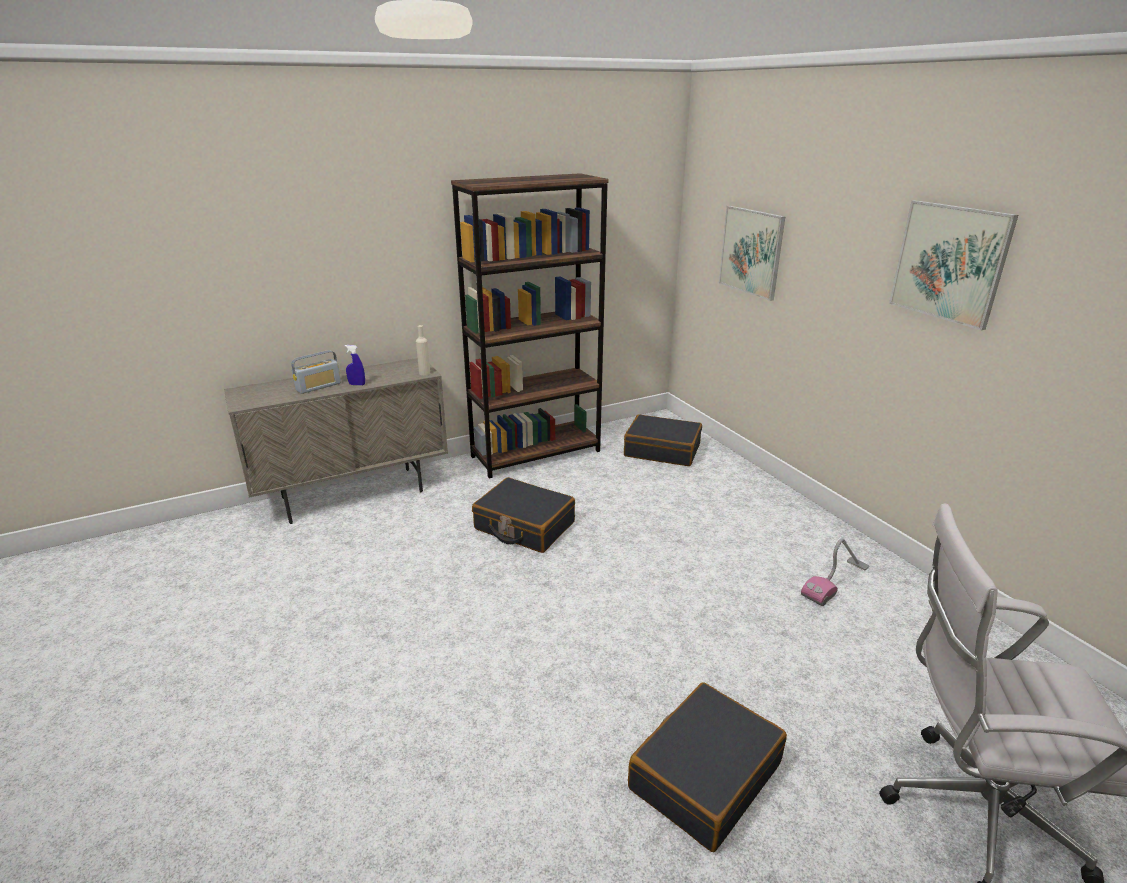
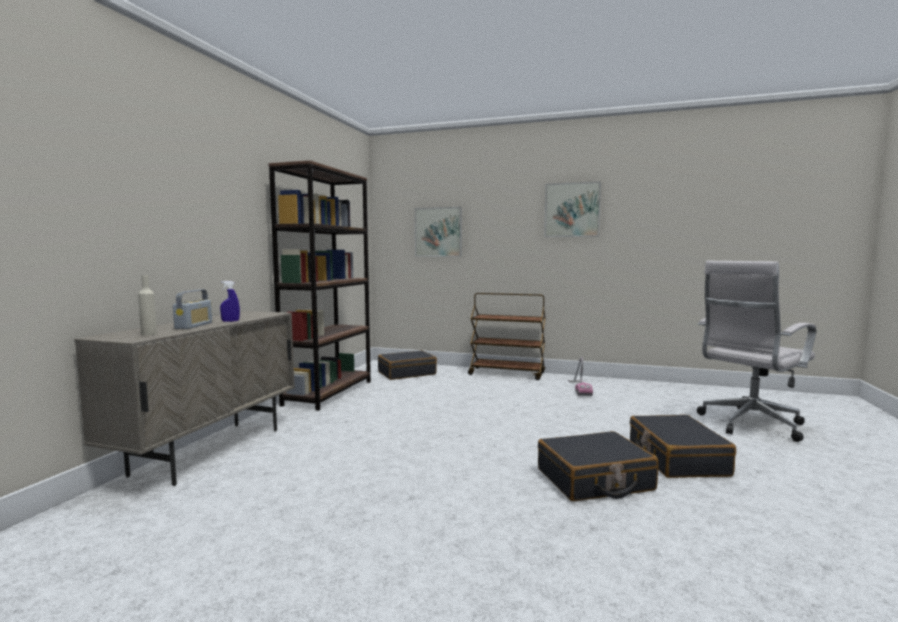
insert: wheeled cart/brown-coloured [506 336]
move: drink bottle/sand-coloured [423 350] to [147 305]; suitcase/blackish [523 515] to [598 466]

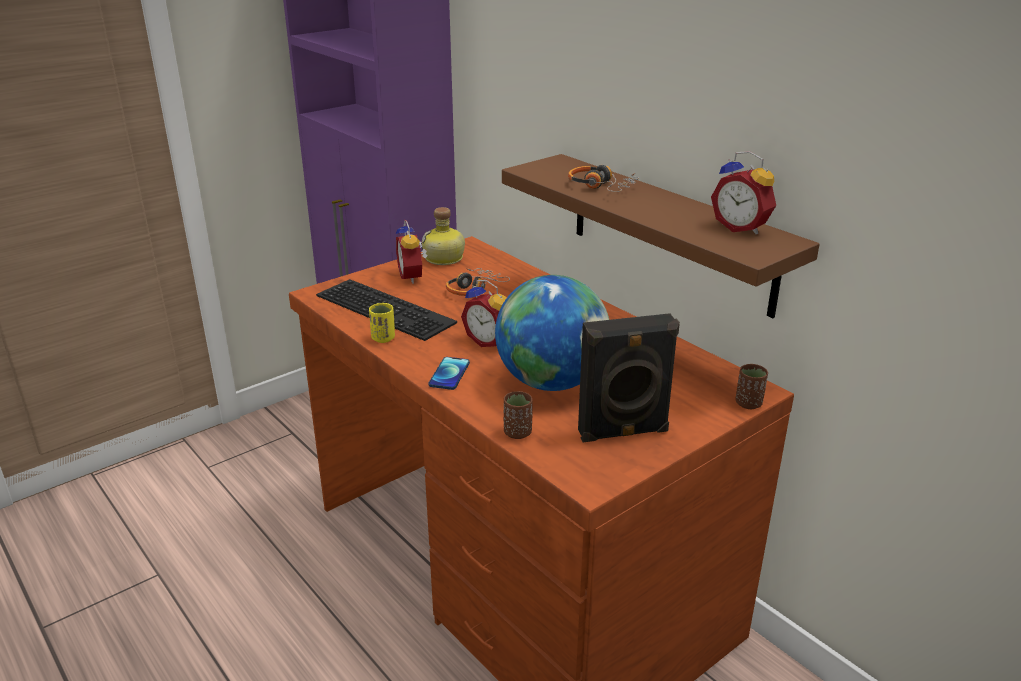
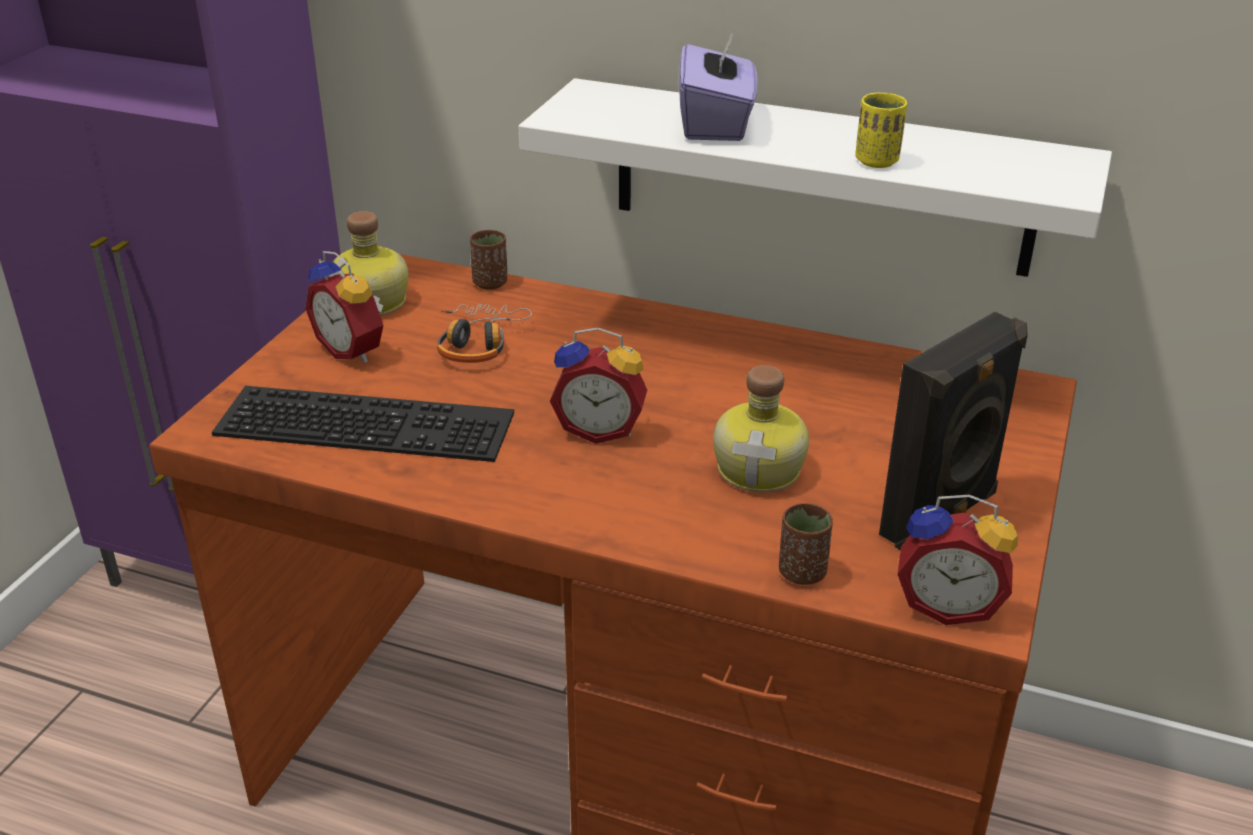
delete: phone [449 373]
move: drinking cup/yellow [382 323] to [881 130]; table clock [743 192] to [957 560]; drinking cup/brown-coloured [751 386] to [488 260]
replace: globe [552 333] to drink bottle [761 428]; headset [603 178] to box of tissues/purple-coloured [718 85]
recolor: wall shelf/brown-coloured [661 236] to wall shelf/white-coloured [815 177]

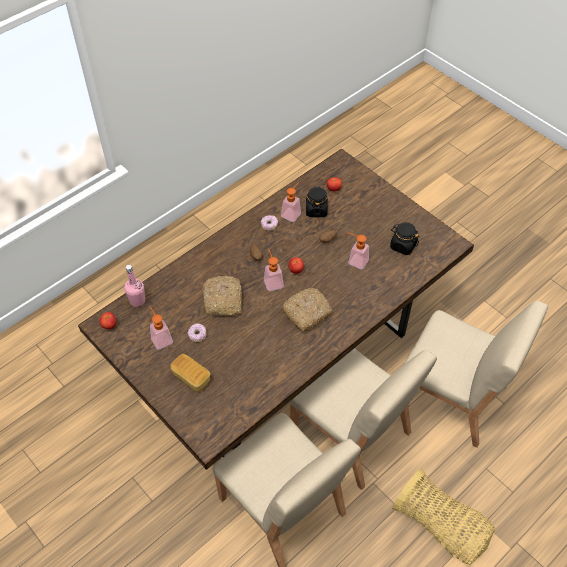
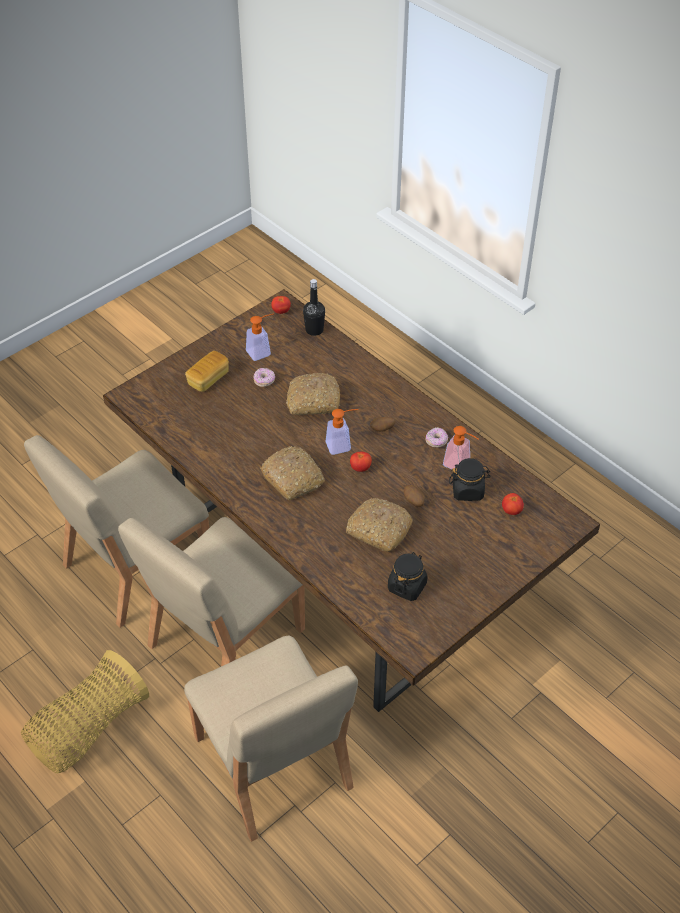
replace: liquid soap bottle [358 251] to baked bread [379 524]
recolor: drink bottle/pink-coloured [134 286] to drink bottle/blackish [314 307]
rotate: upright chair/sand-coloured [476 374] = [271 738] 60 degrees counterclockwise

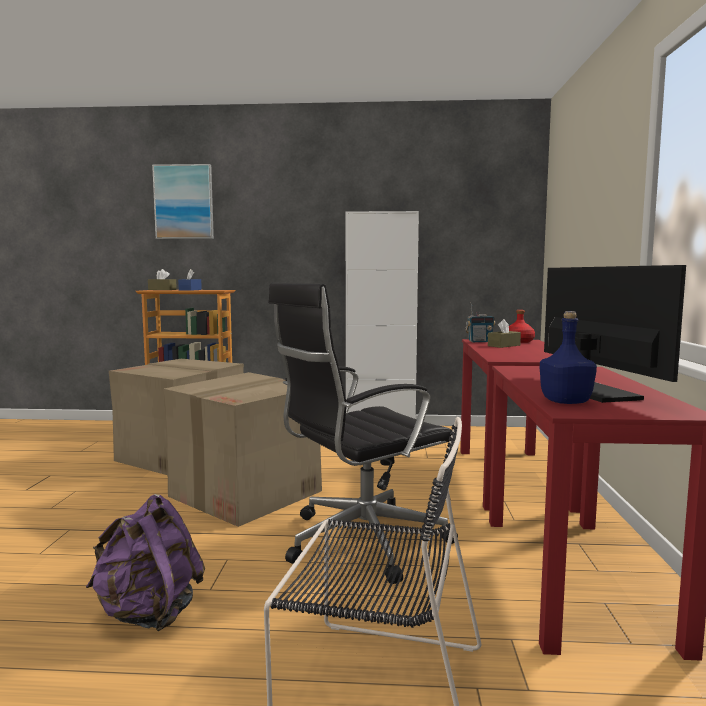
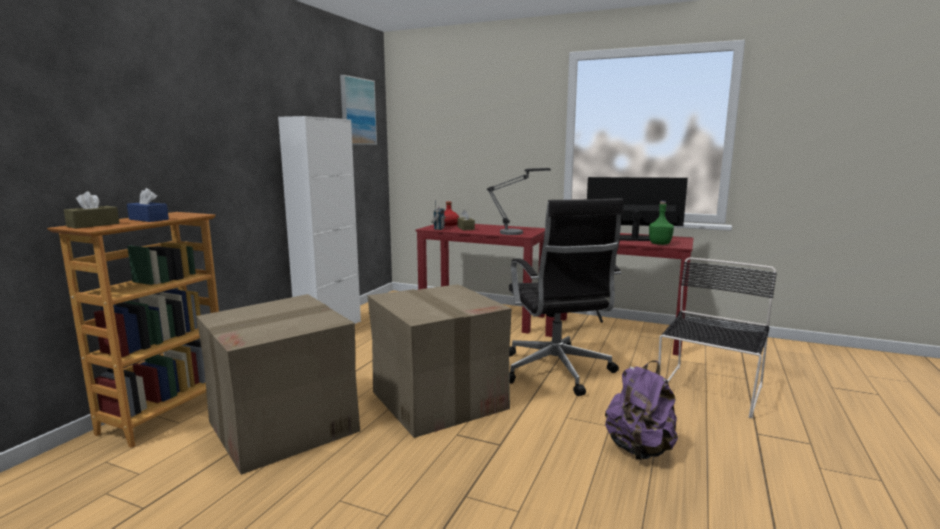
insert: table lamp [519 201]
move: wall picture [183 201] to [358 110]
recolor: drink bottle/bluish [568 357] to drink bottle/green [661 223]

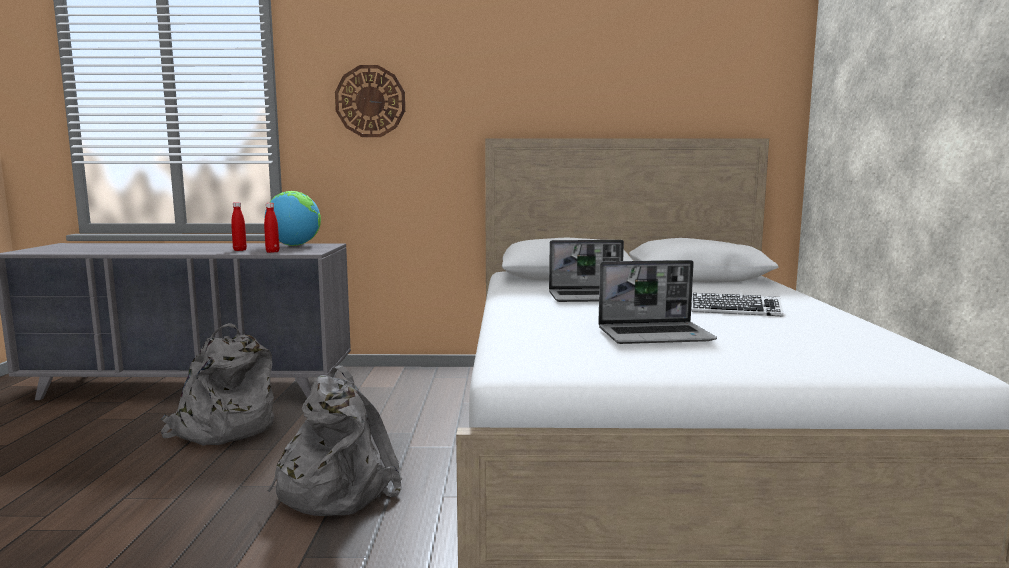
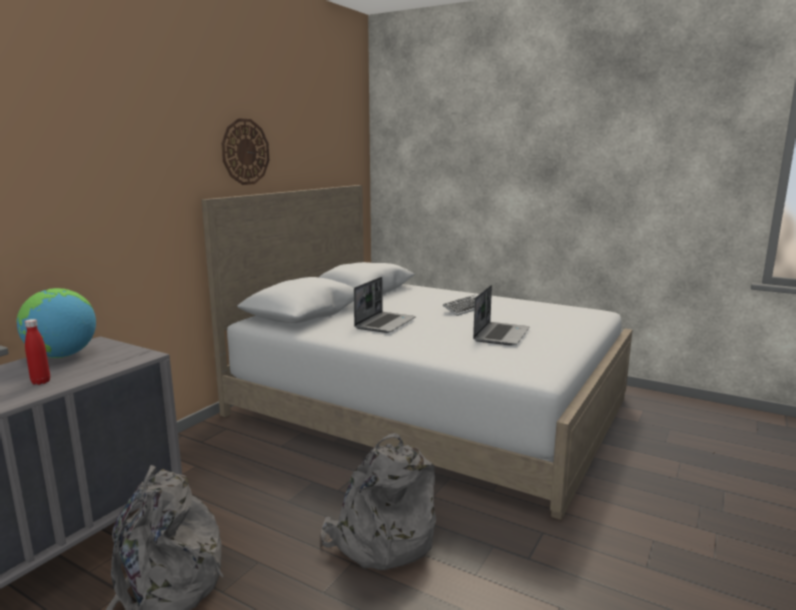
delete: drink bottle/red [271 228]
move: hanging clock [370 101] to [245 151]

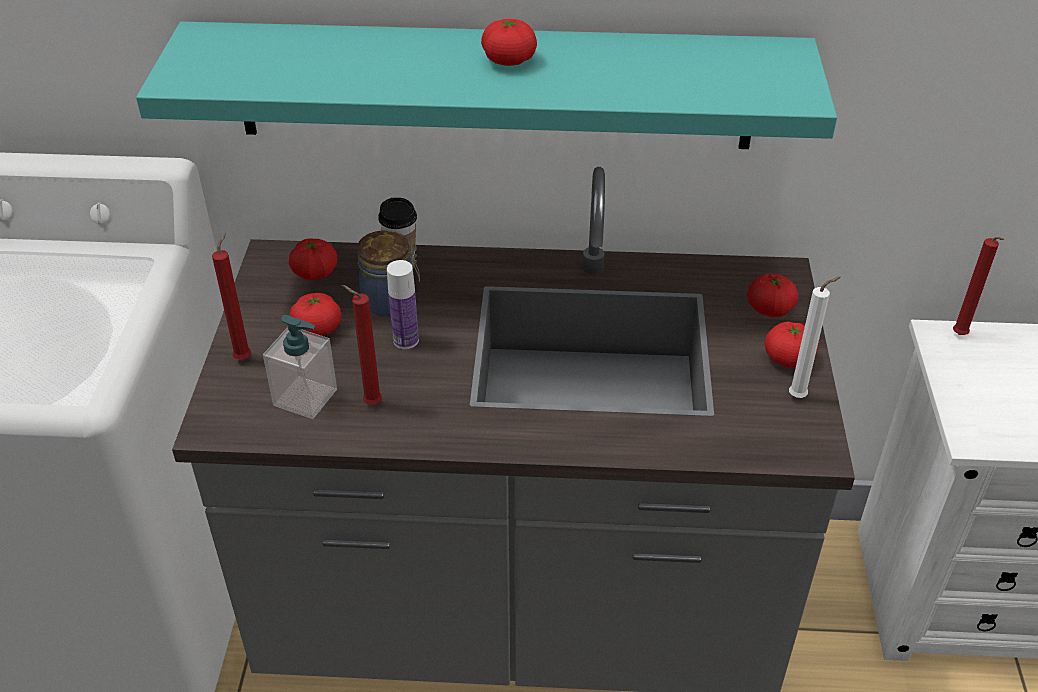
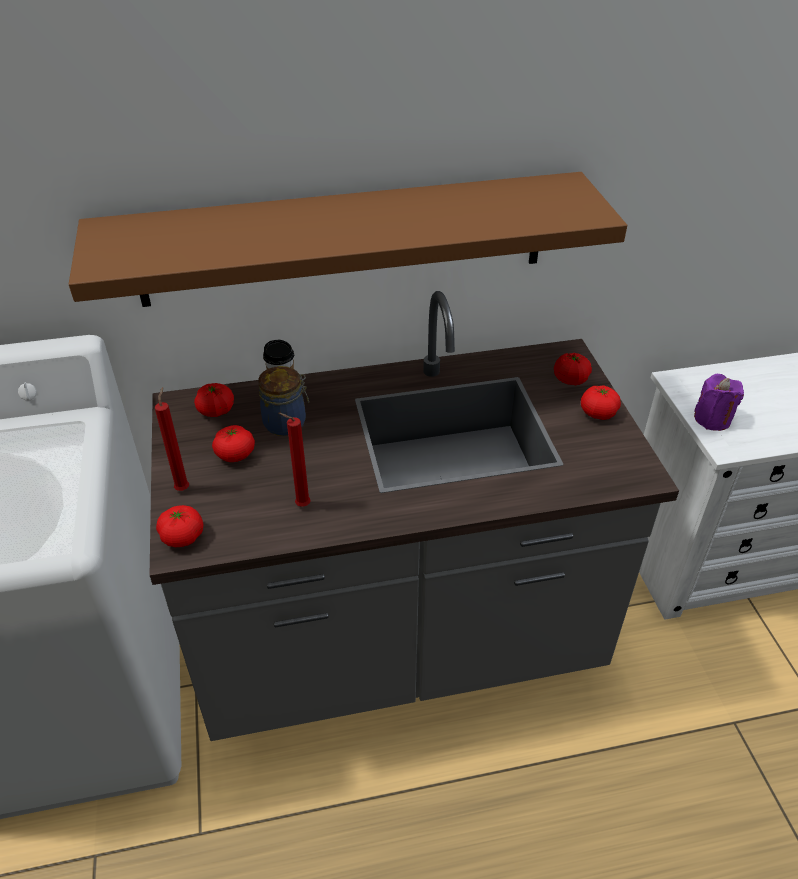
delete: liquid soap bottle [300 367]; drink bottle [403 304]; wax light/white-coloured [815 337]; wax light/red [978 286]
insert: wax light/purple-coloured [719 402]
move: whole tomato [509 42] to [180 526]
recolor: wall shelf/blue-green [486 85] to wall shelf/brown-coloured [348 239]

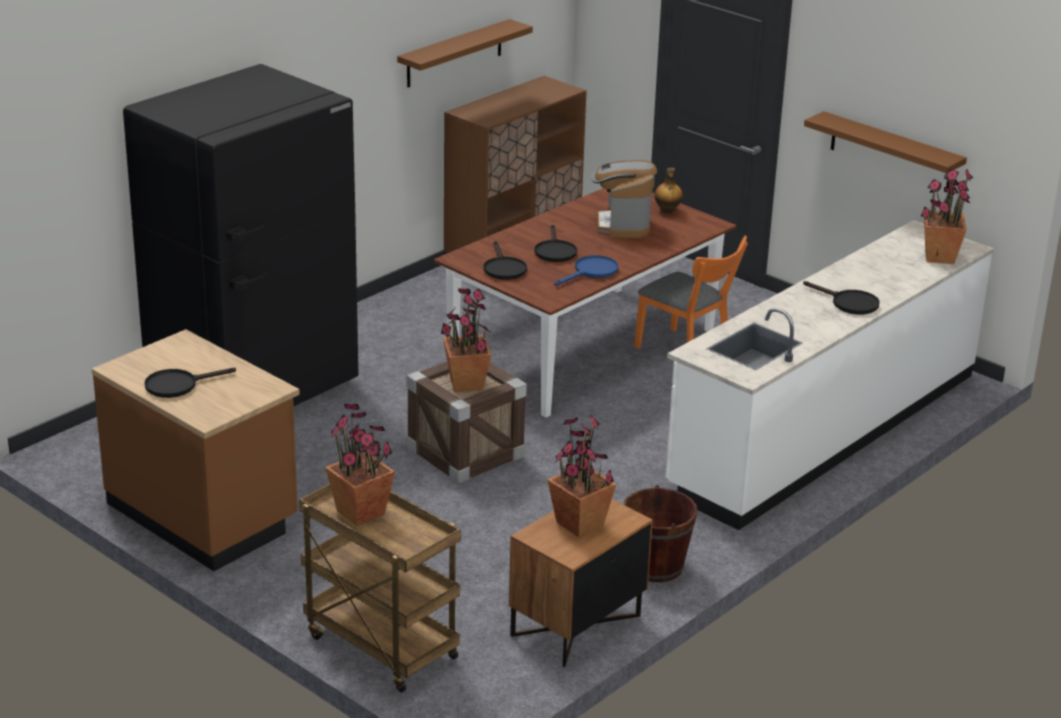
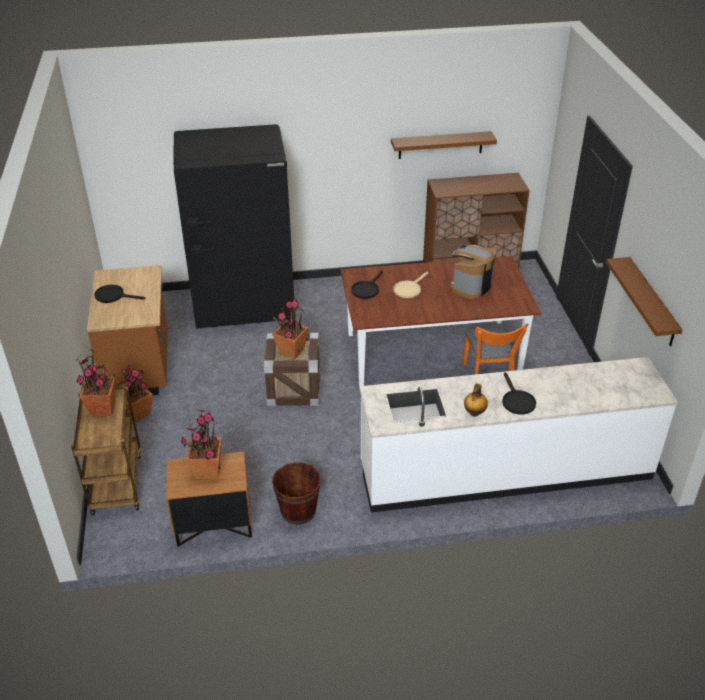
delete: pan/bluish [586 270]
move: drink bottle [668 190] to [476 400]; potted plant [947 216] to [136 394]
recolor: pan/blackish [555 243] to pan/sand-coloured [410 284]

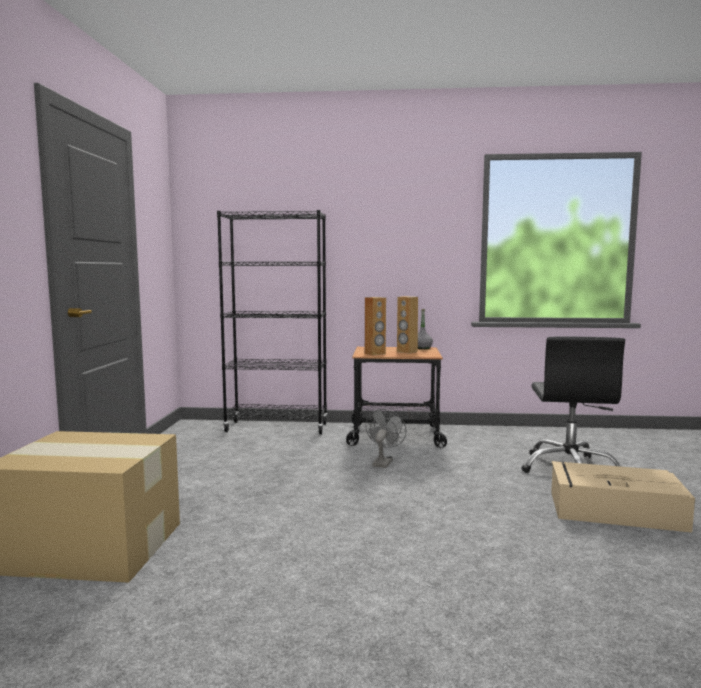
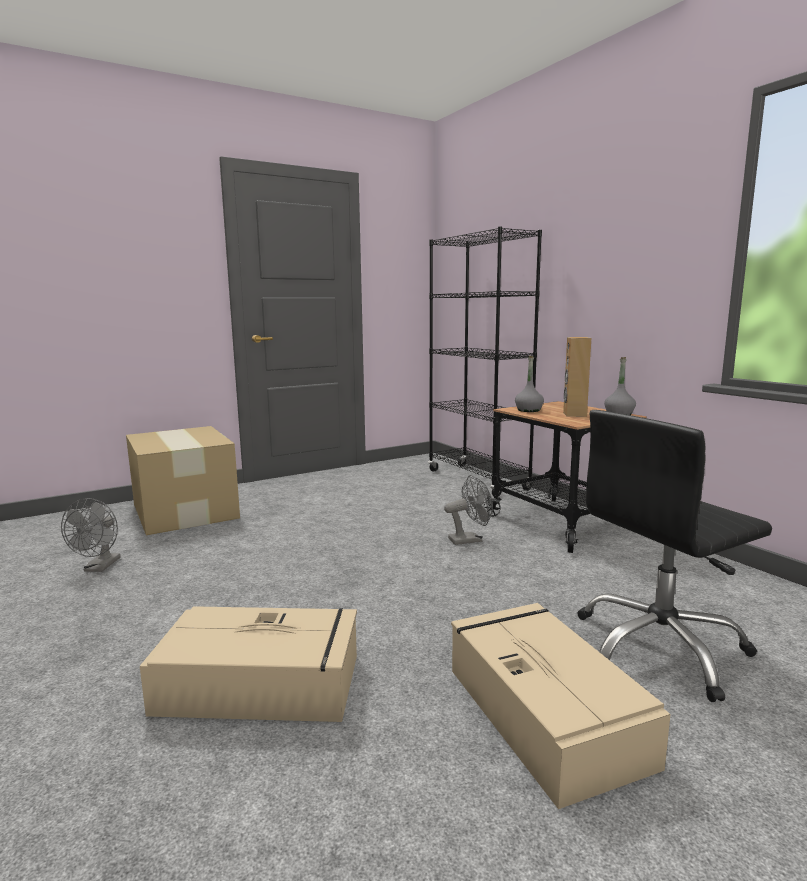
insert: fan/grey [90 535]; storage container/sand-coloured [248 664]
replace: audio speaker/brown-coloured [375 326] to drink bottle/grey [529 384]

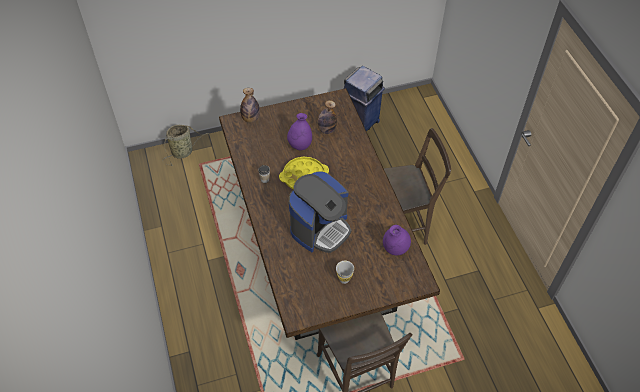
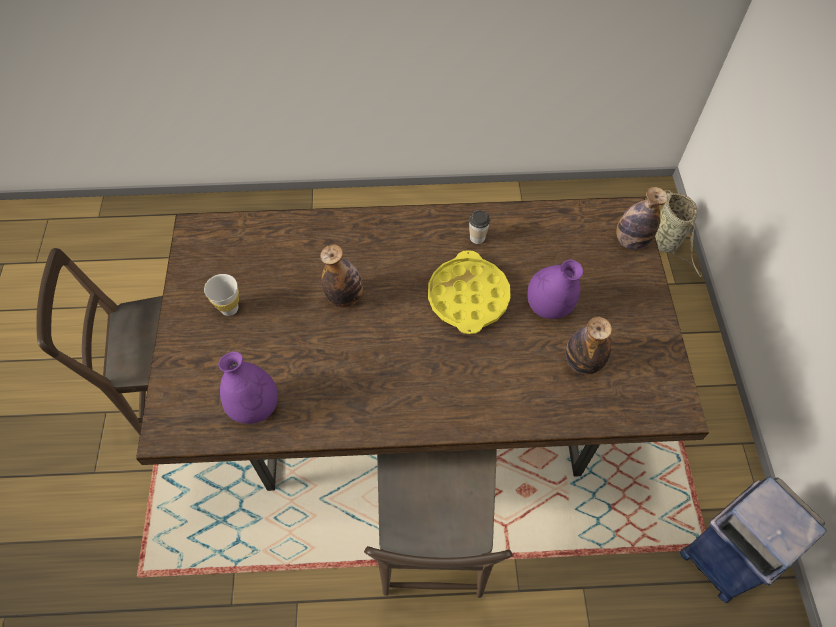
replace: coffee machine [320 212] to drink bottle [341 276]

